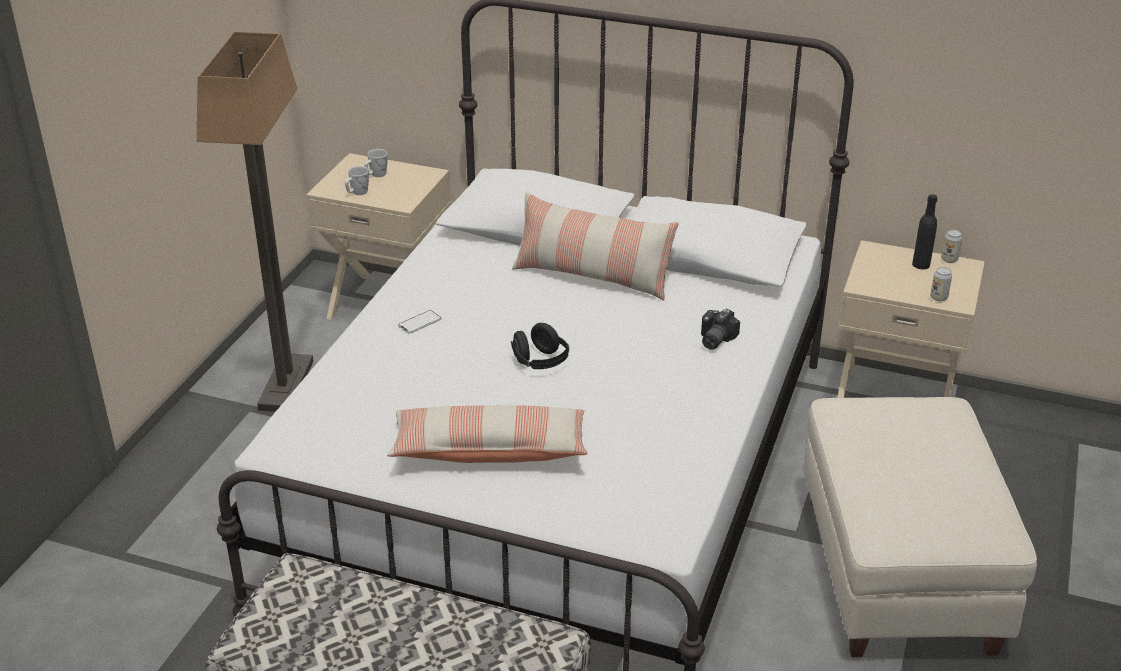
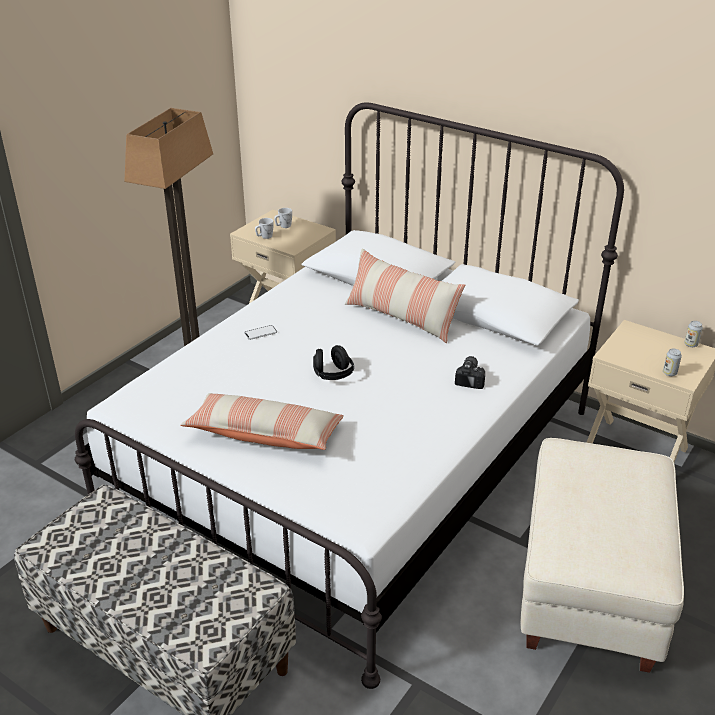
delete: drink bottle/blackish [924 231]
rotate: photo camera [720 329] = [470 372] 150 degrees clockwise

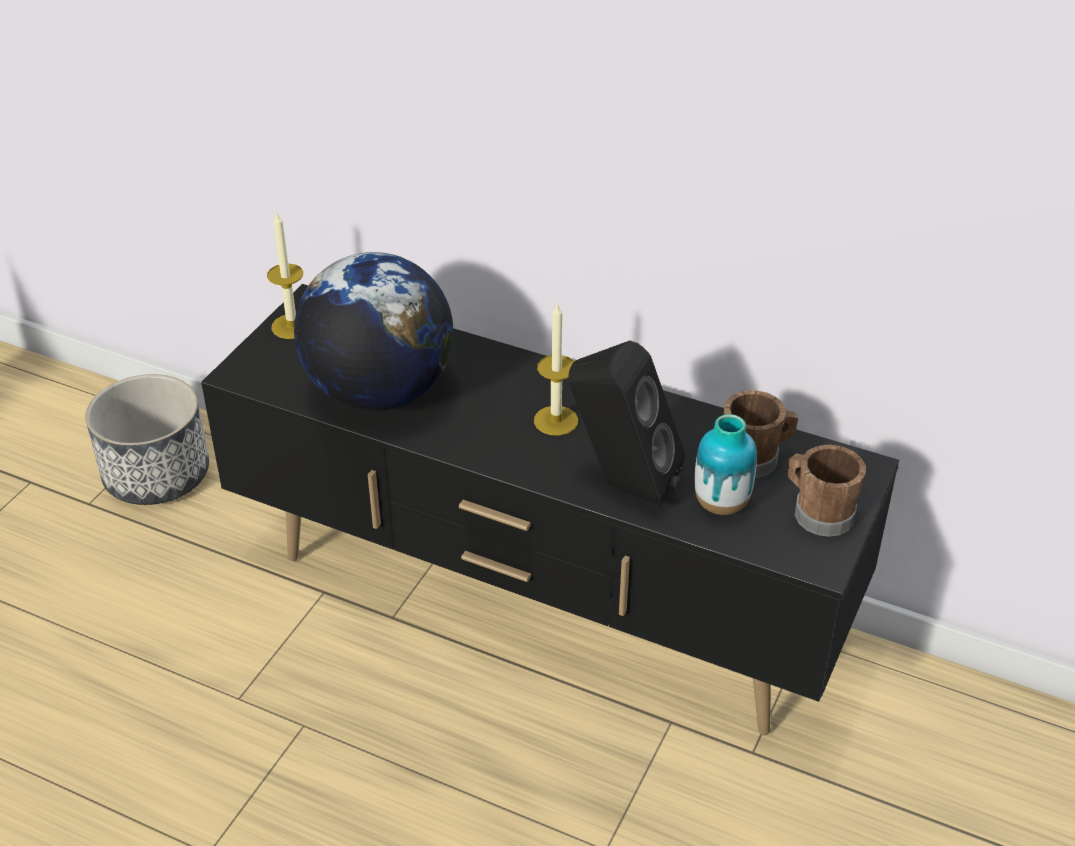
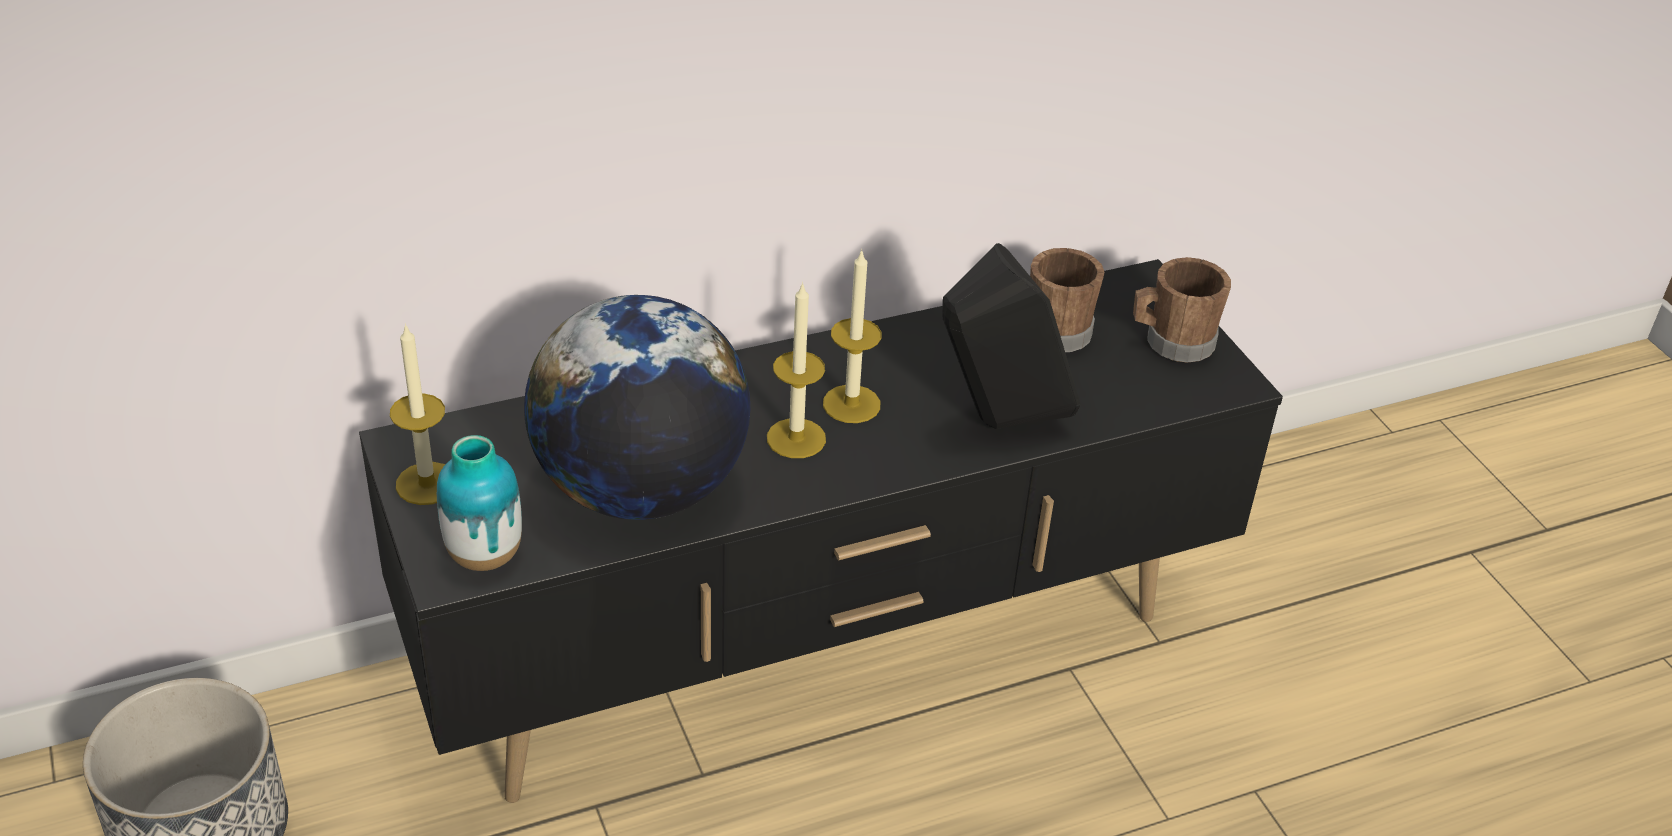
insert: wax light [796 370]
move: vase [726 464] to [479 503]

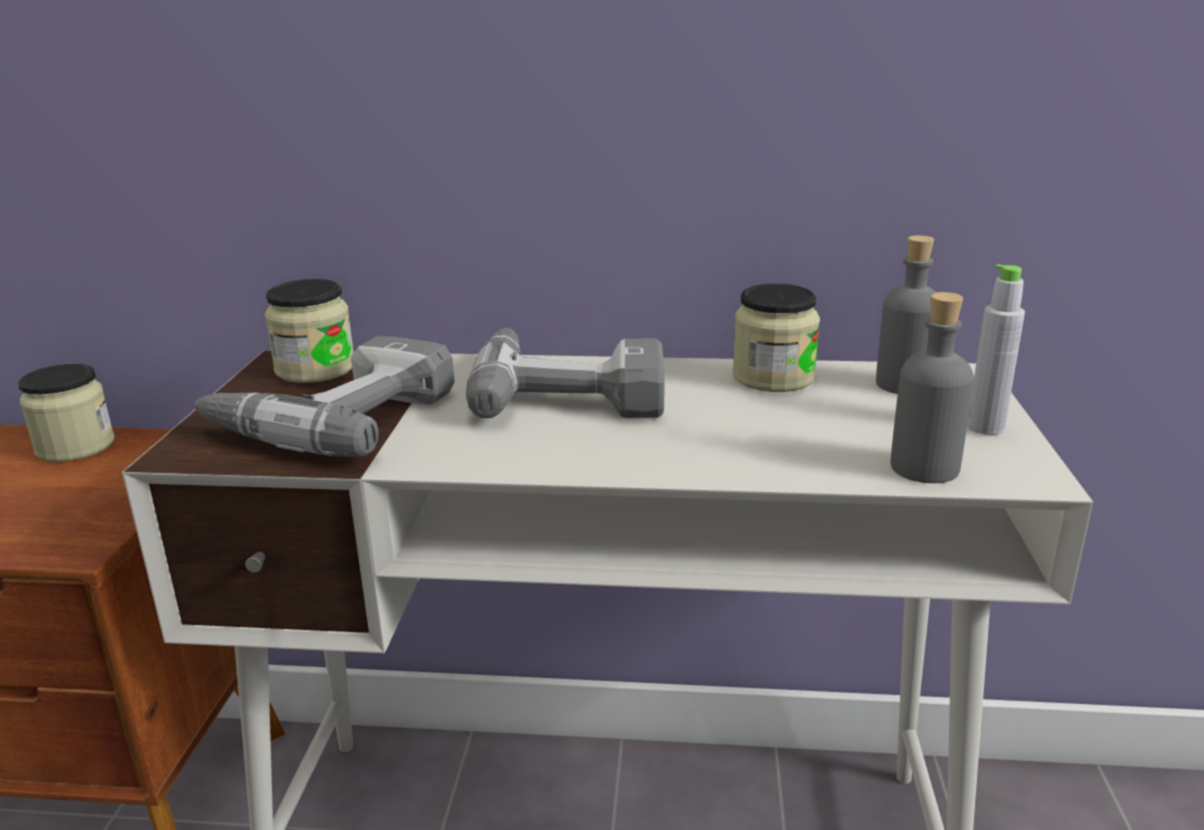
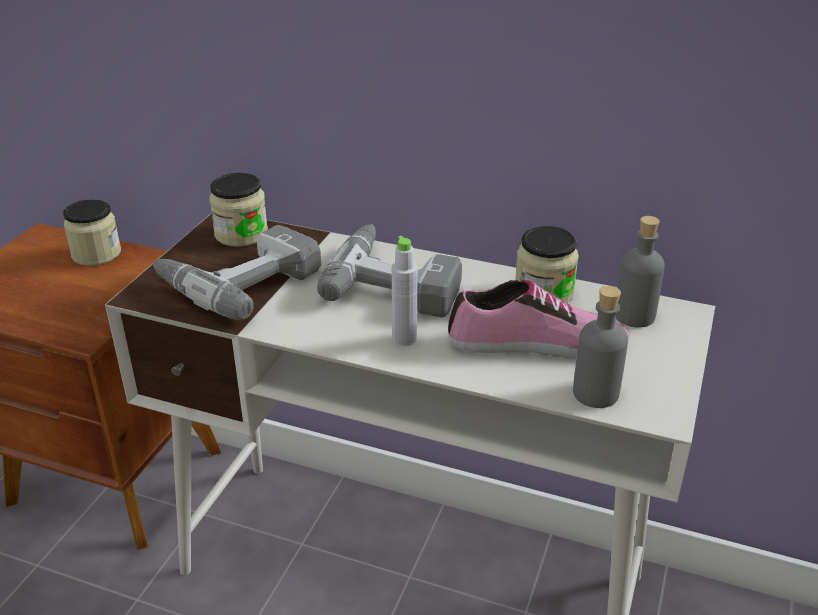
insert: item of footwear [539 319]
move: drink bottle/grey [996 349] to [404 291]

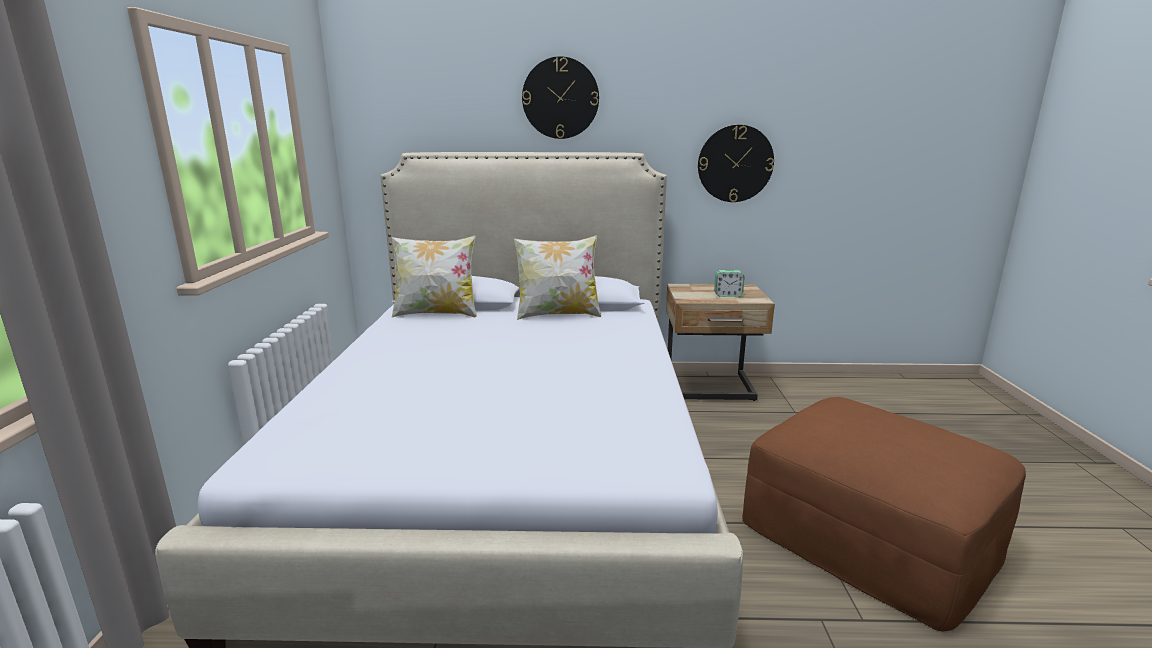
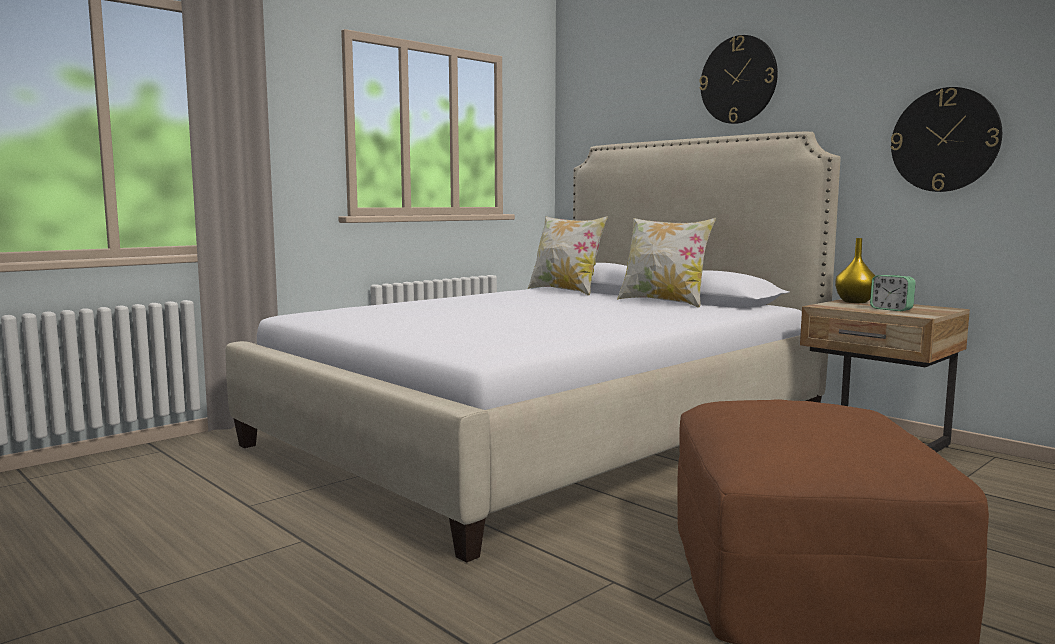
insert: vase/yellow [855 270]

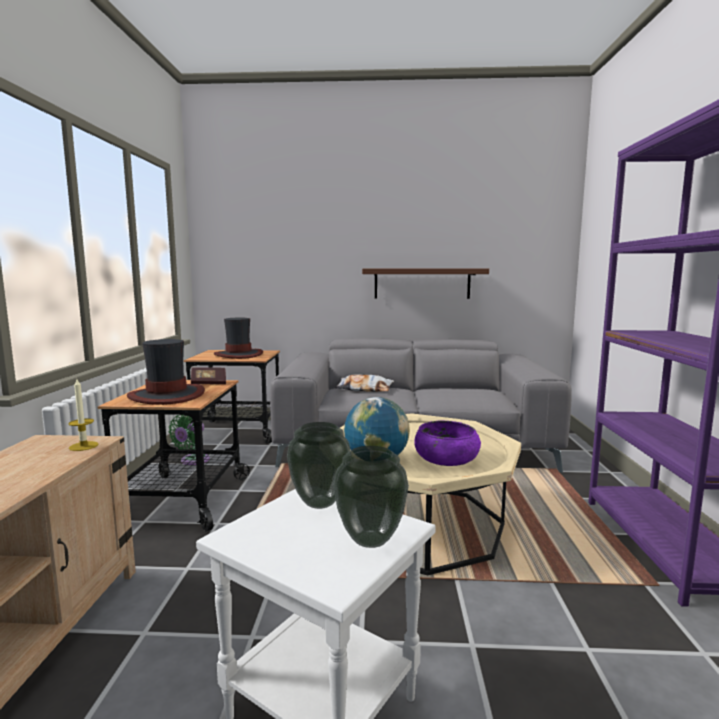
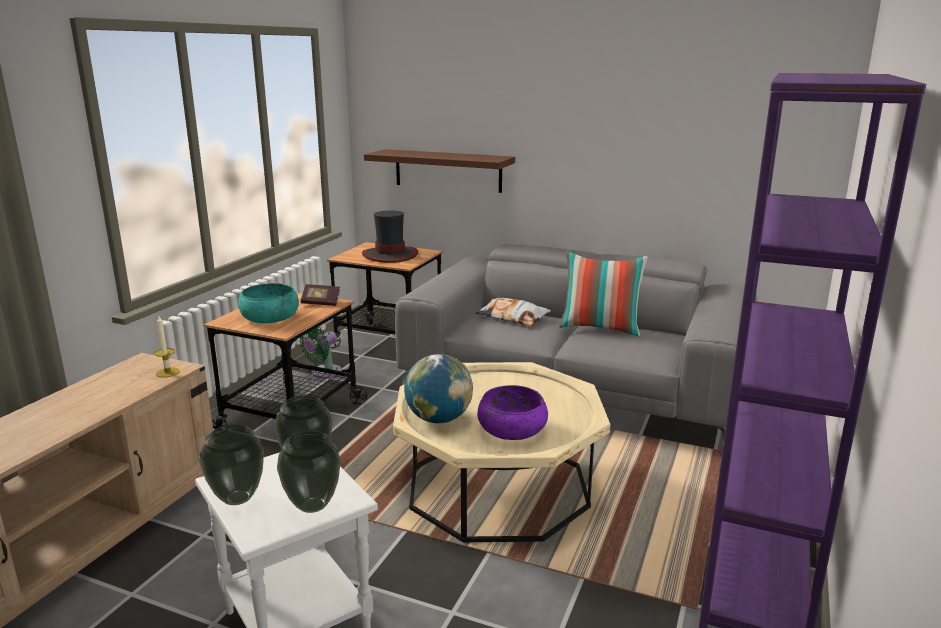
insert: vase [232 464]; throw pillow [603 293]
move: wall shelf/brown-coloured [425 284] to [439 171]
replace: hat [166 372] to serving bowl/blue-green [268 303]

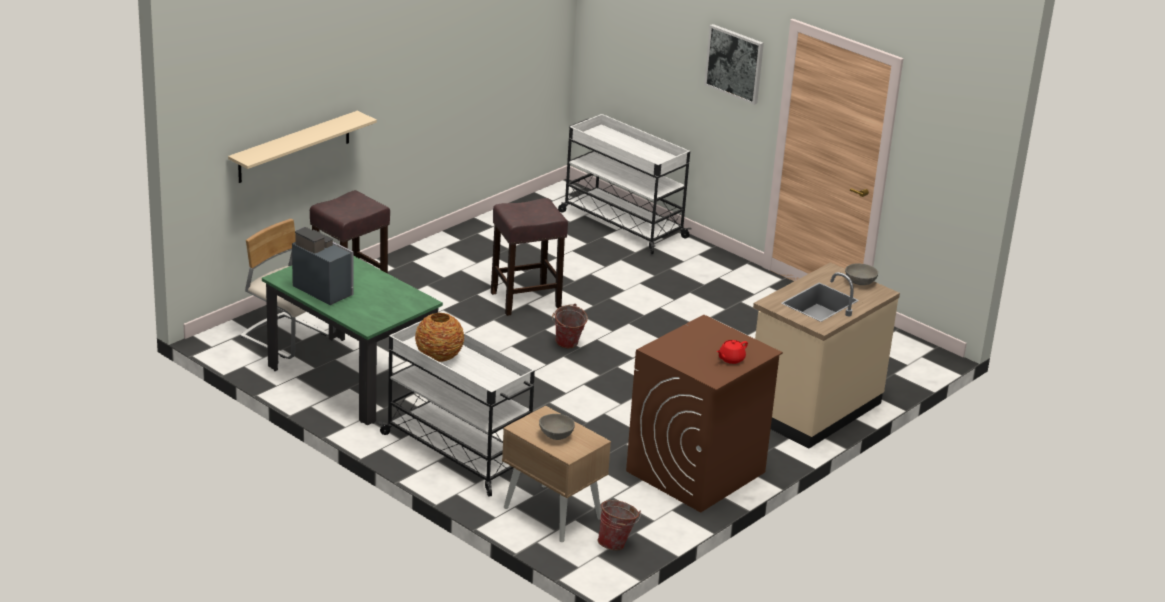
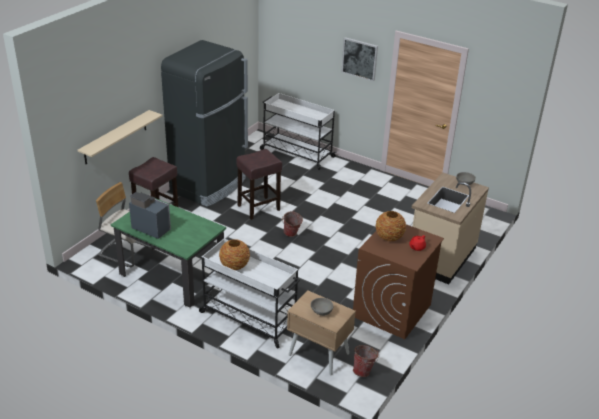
insert: kitchen fridge/blackish [204 123]; vase [391 226]

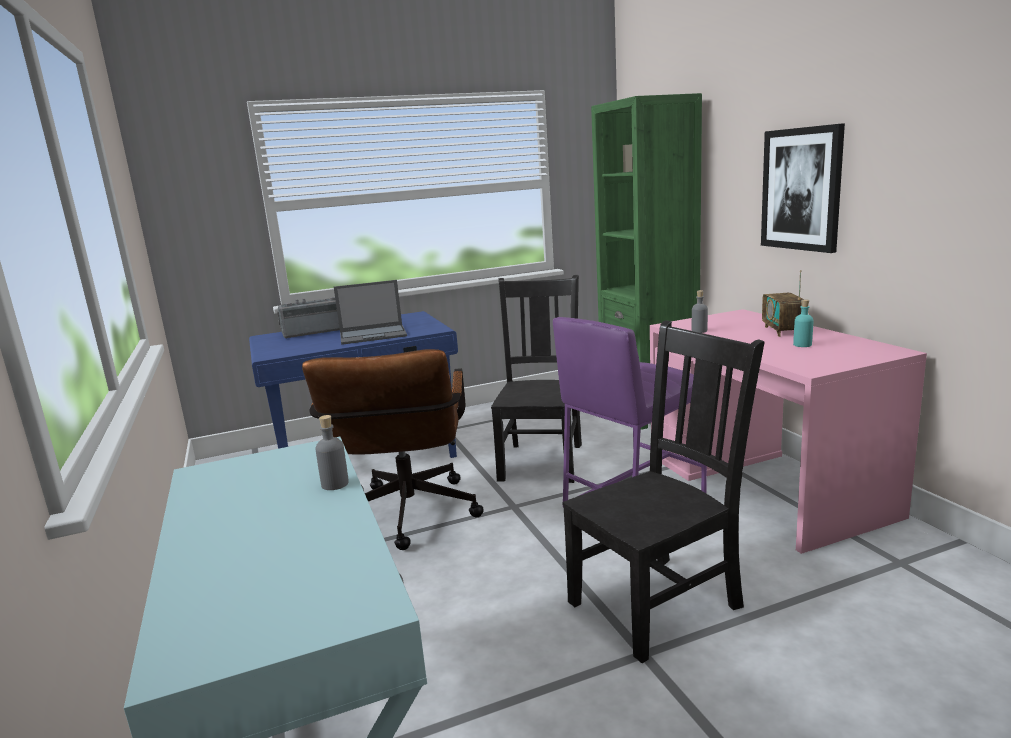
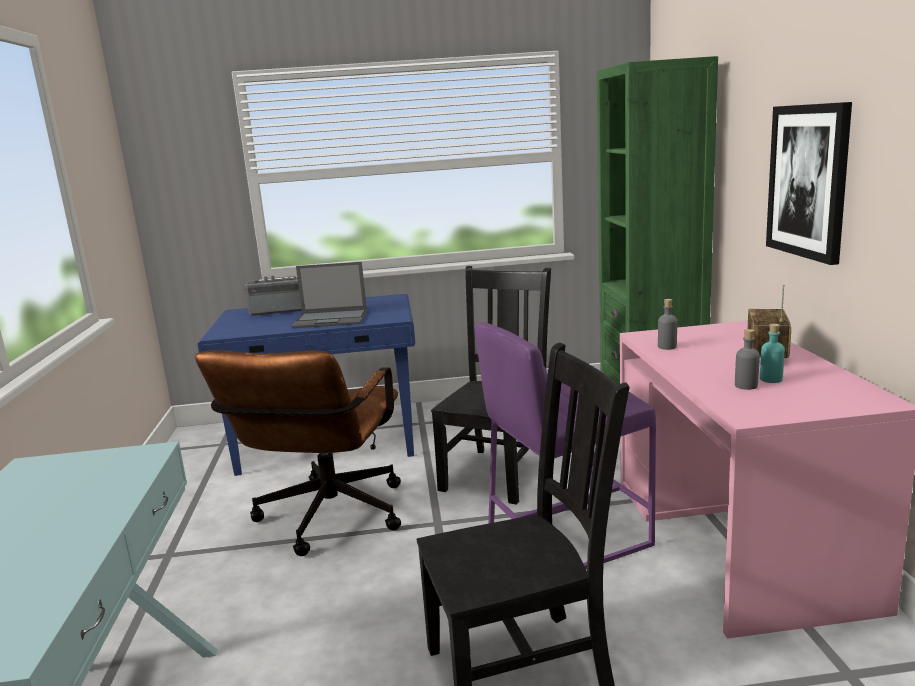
move: drink bottle/grey [332 452] to [747 359]

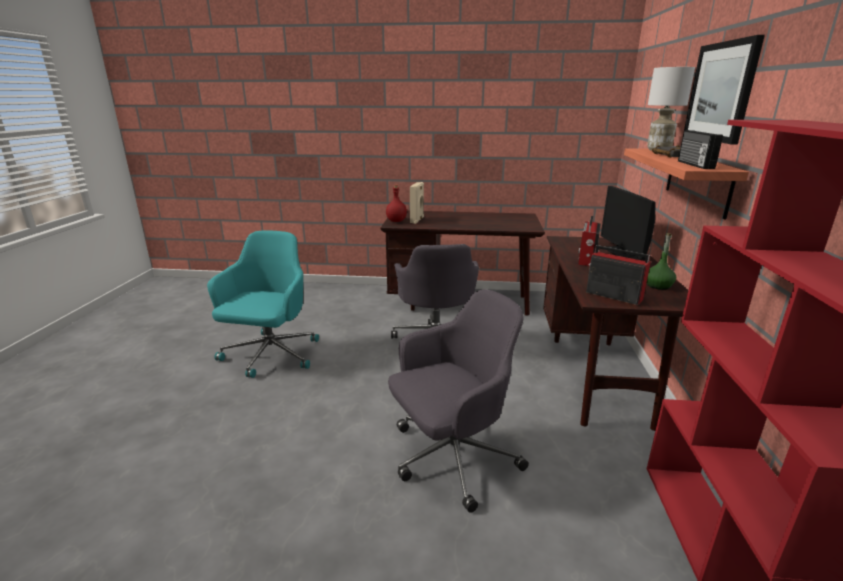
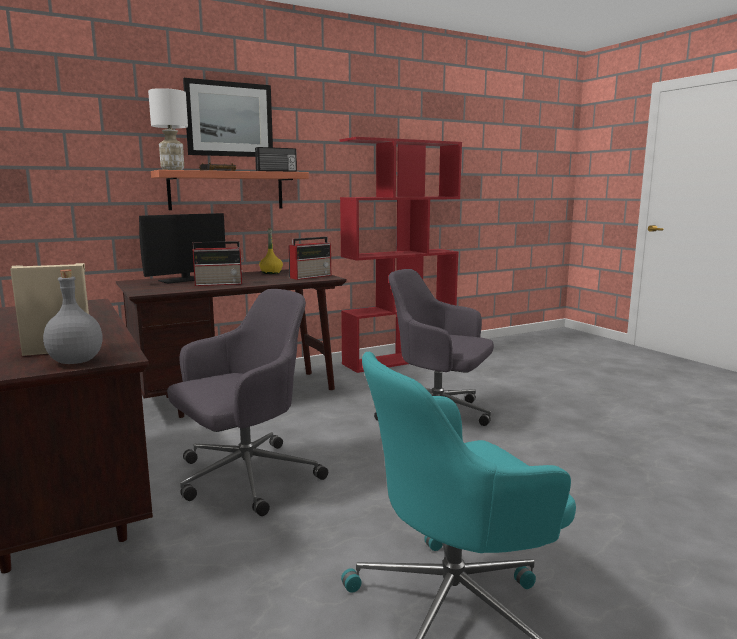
recolor: drink bottle/red [396 203] to drink bottle/grey [73 317]; drink bottle/green [661 261] to drink bottle/yellow [271 251]
rotate: radio [618 275] = [309 258] 135 degrees counterclockwise

